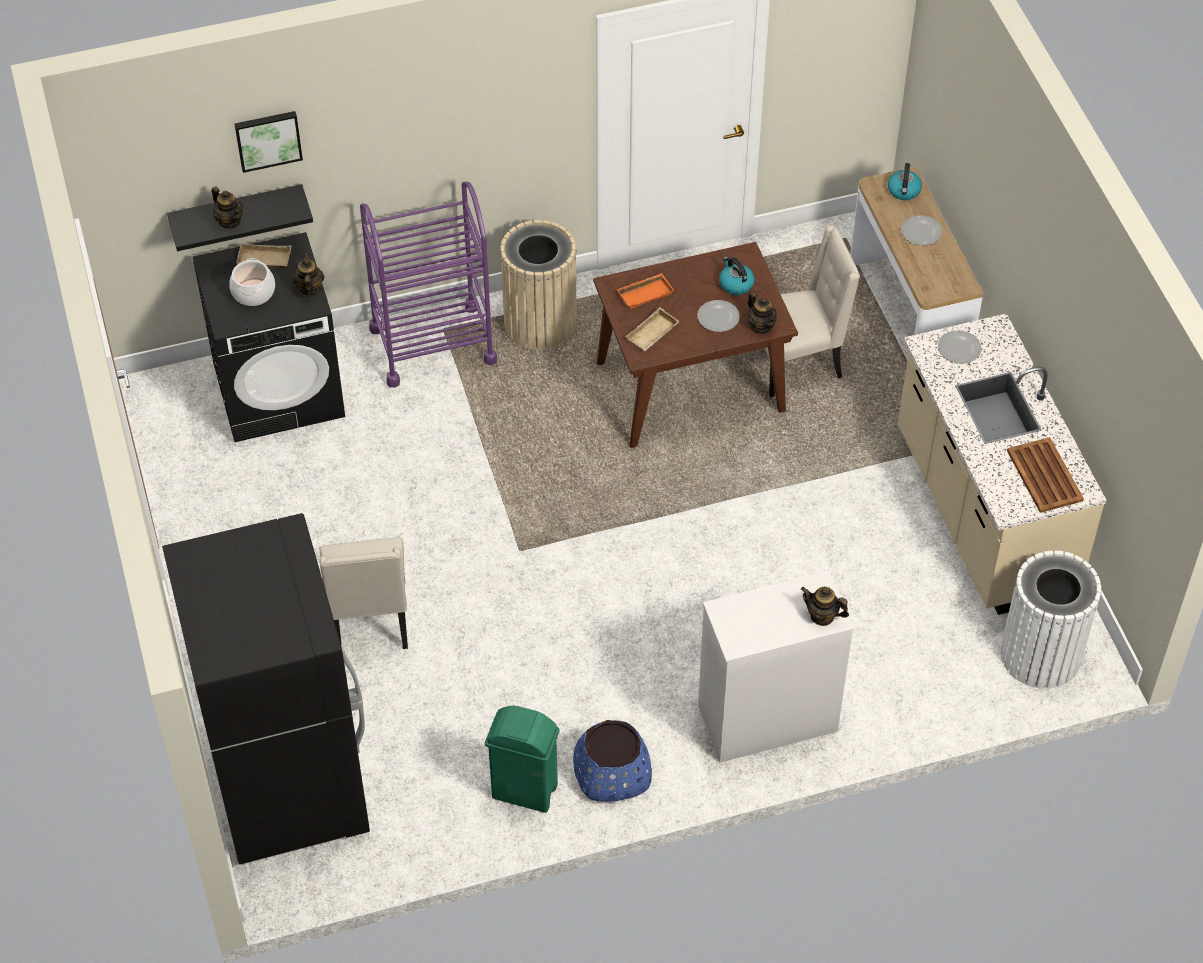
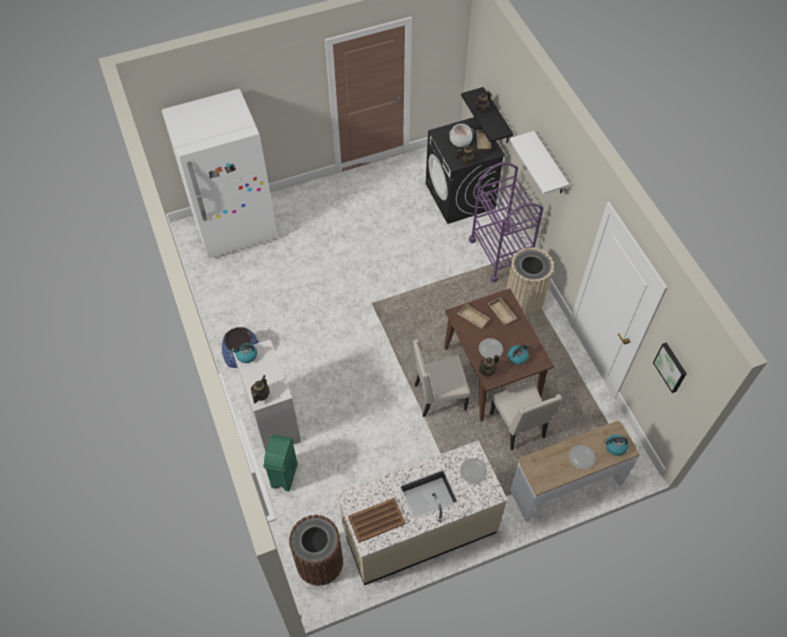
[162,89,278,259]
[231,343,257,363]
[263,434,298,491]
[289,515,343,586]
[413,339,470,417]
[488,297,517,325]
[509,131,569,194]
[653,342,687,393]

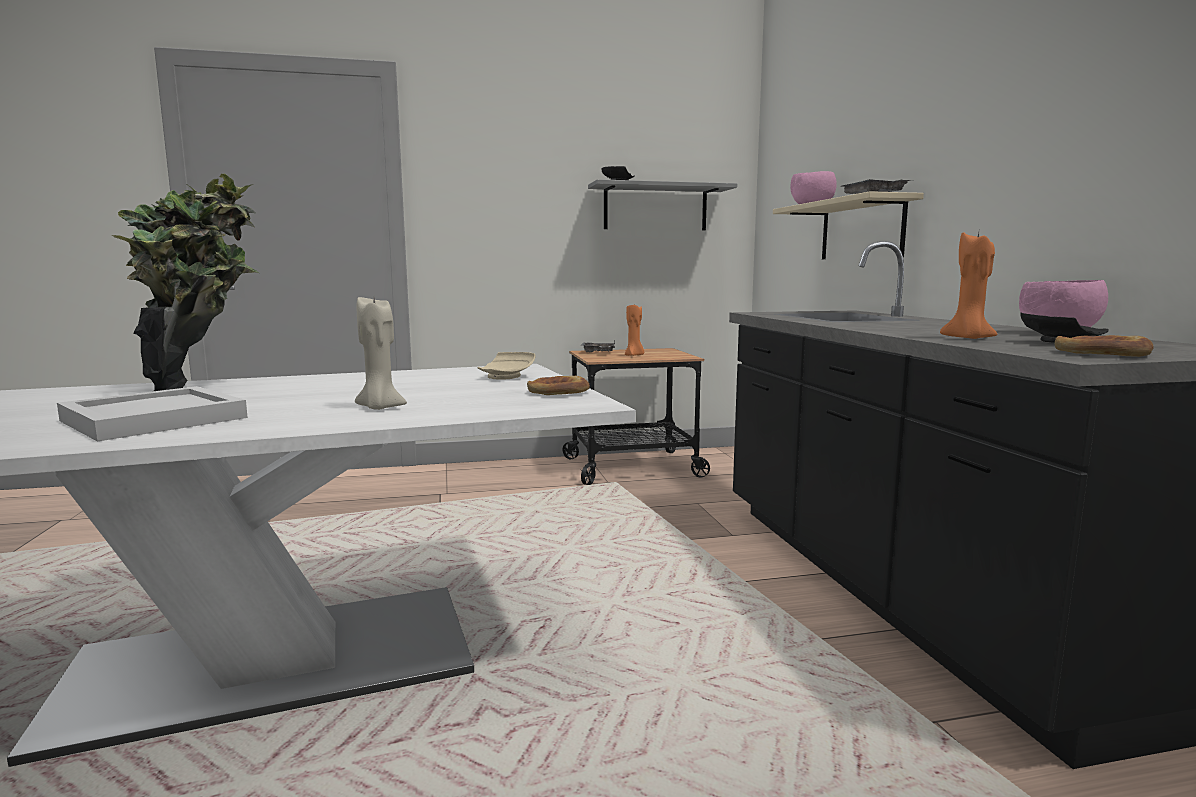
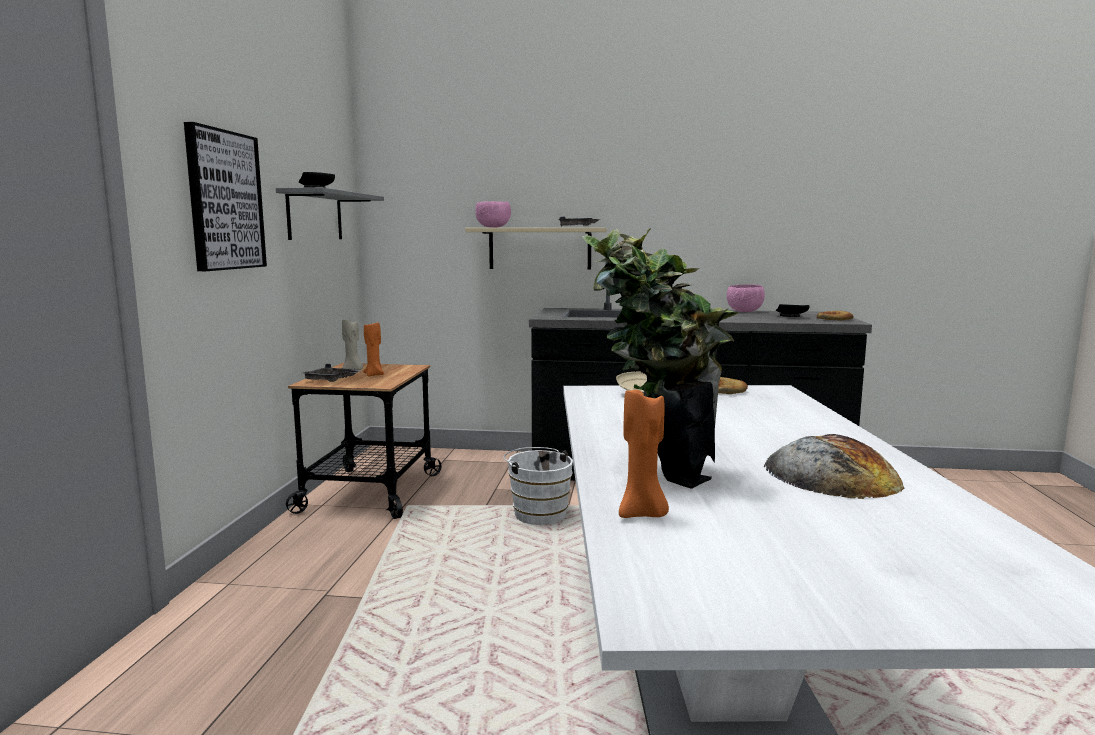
[184,122,267,271]
[342,320,363,370]
[503,447,573,525]
[619,389,669,518]
[764,434,905,499]

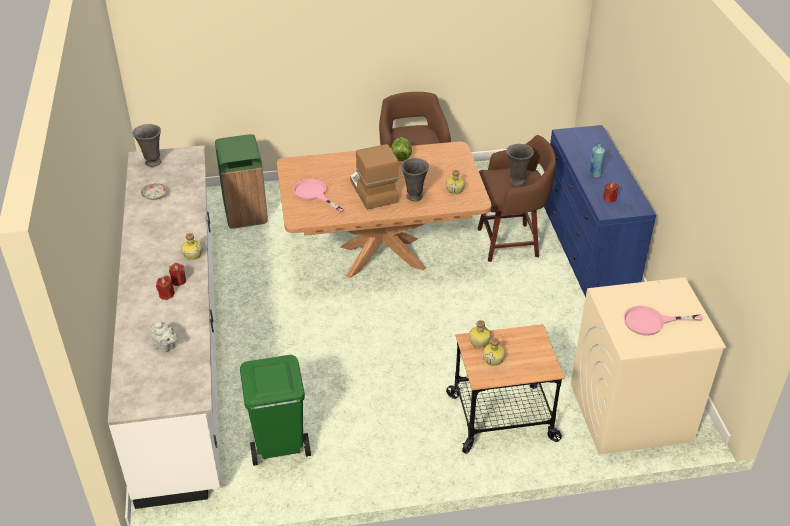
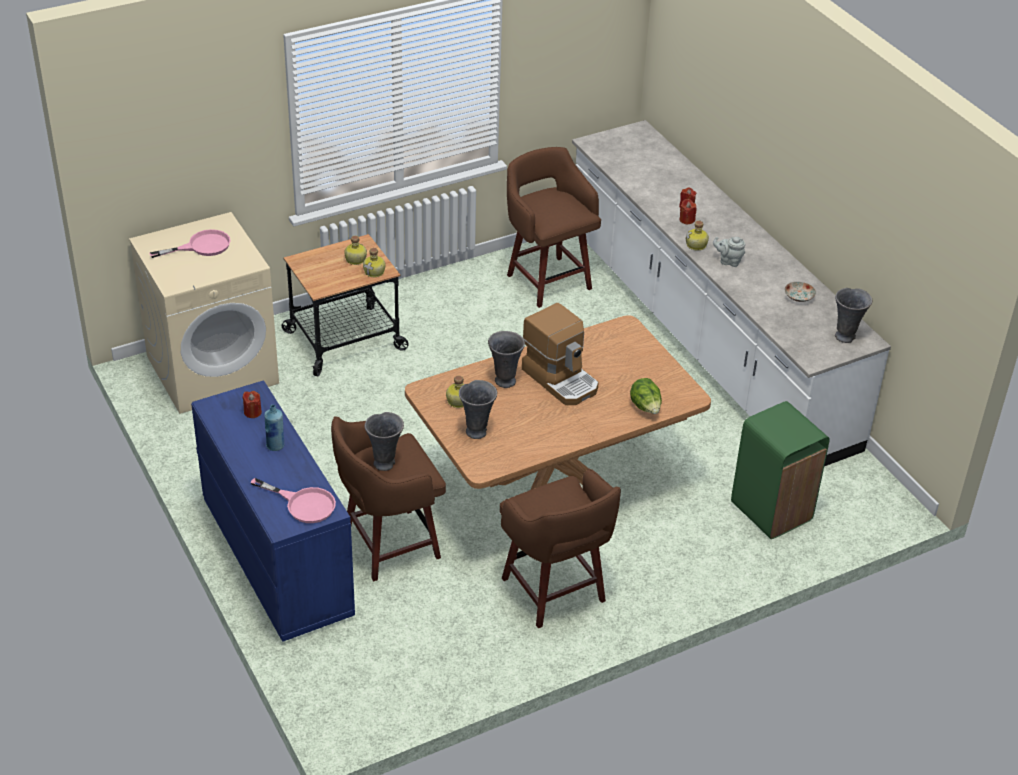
[250,478,336,523]
[459,380,497,439]
[507,147,601,308]
[630,378,662,414]
[713,237,745,267]

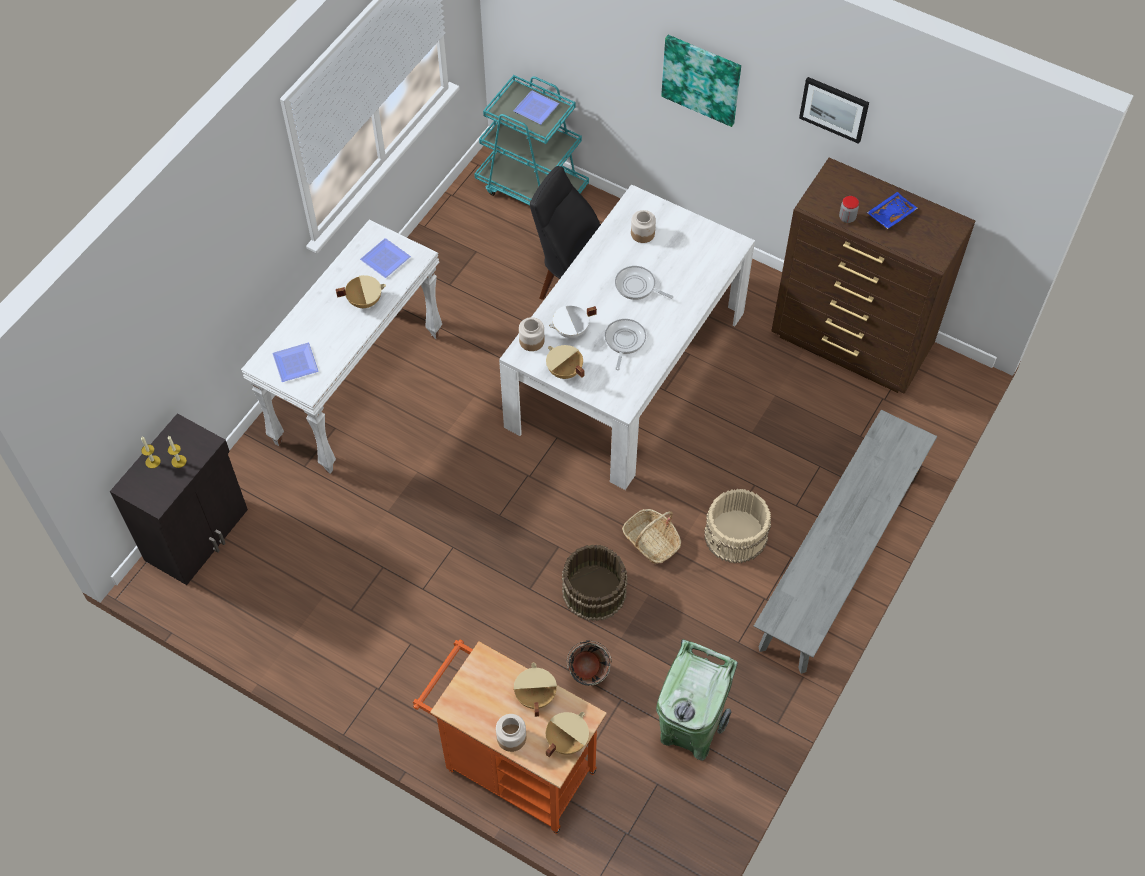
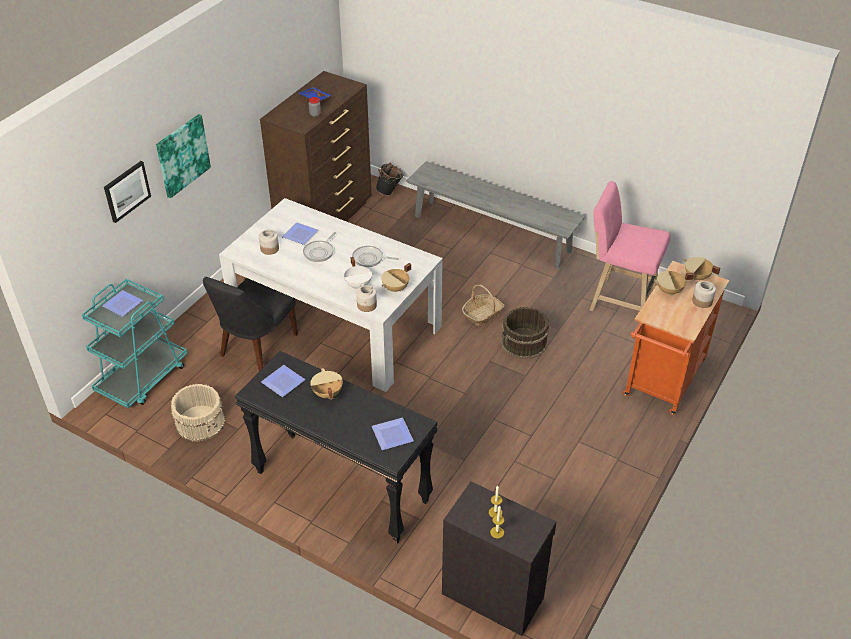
[104,161,151,223]
[171,384,225,442]
[235,351,438,544]
[282,222,318,245]
[376,163,404,195]
[590,181,670,311]

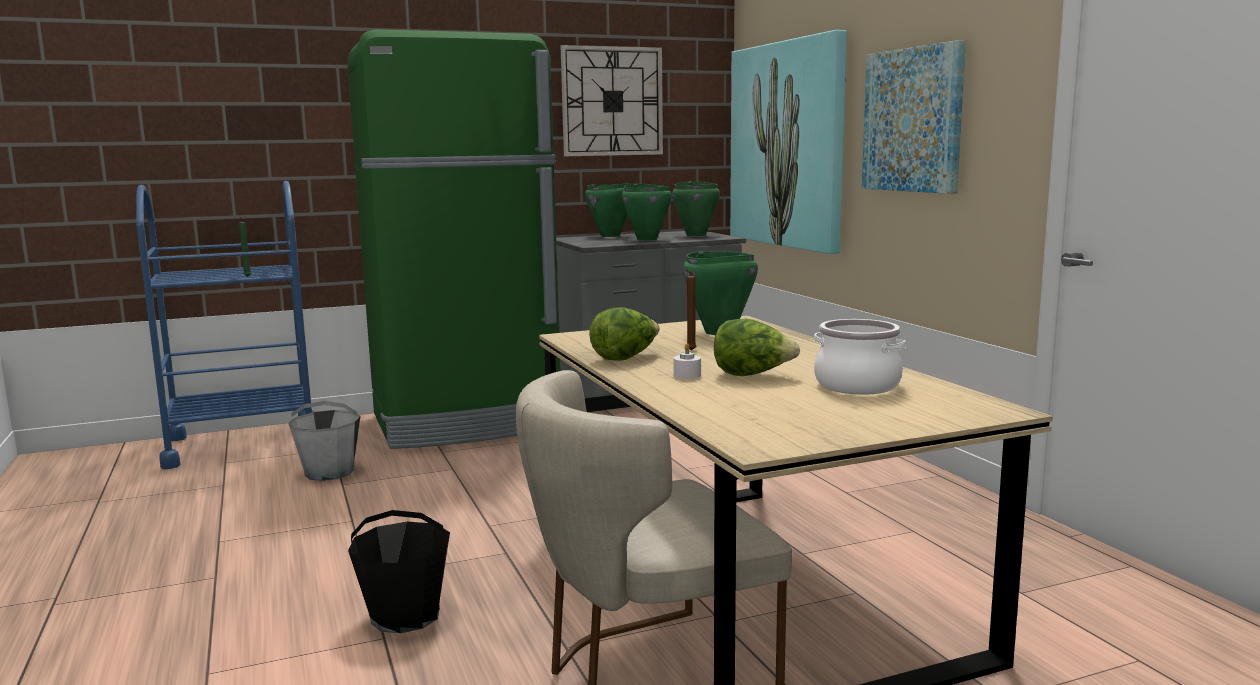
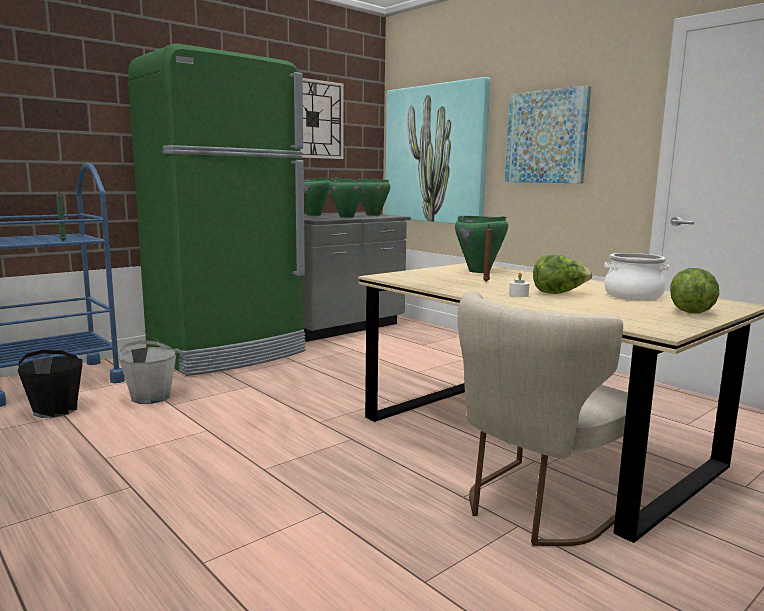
[18,350,83,418]
[670,268,719,314]

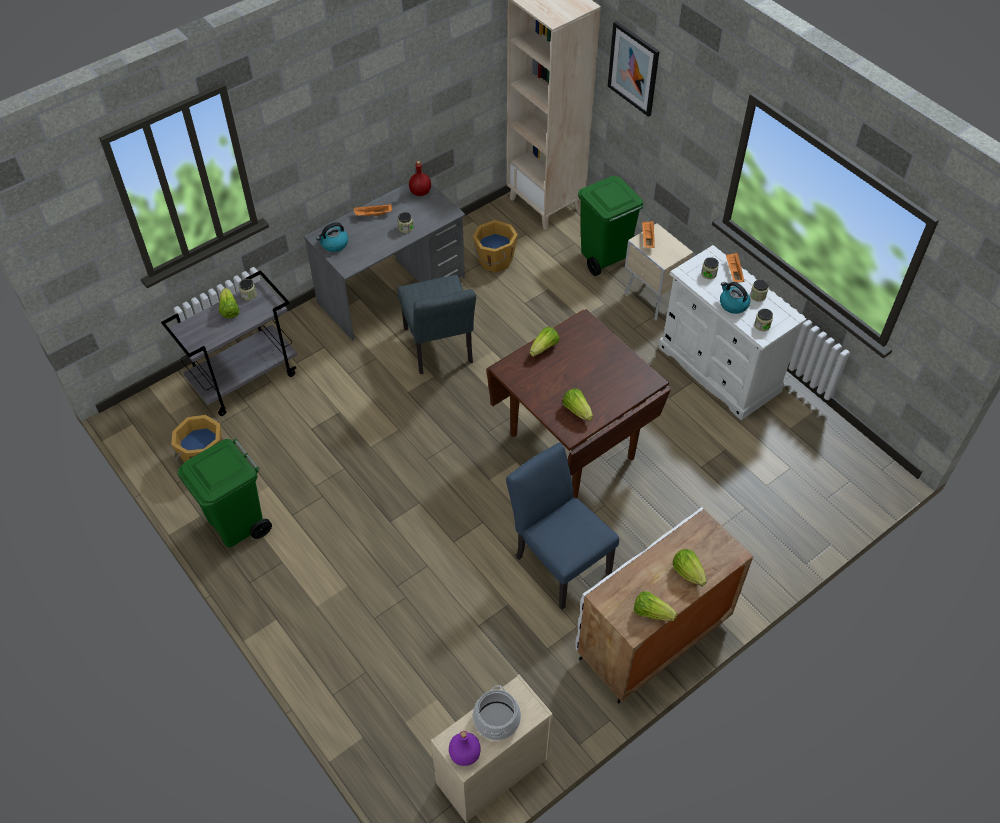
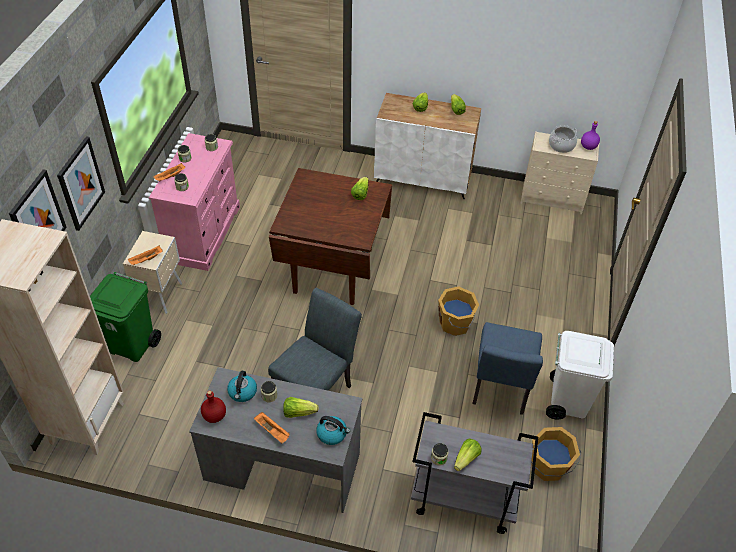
[57,136,105,231]
[149,133,240,271]
[227,371,257,402]
[283,397,319,418]
[438,286,479,336]
[472,322,543,415]
[546,331,614,419]

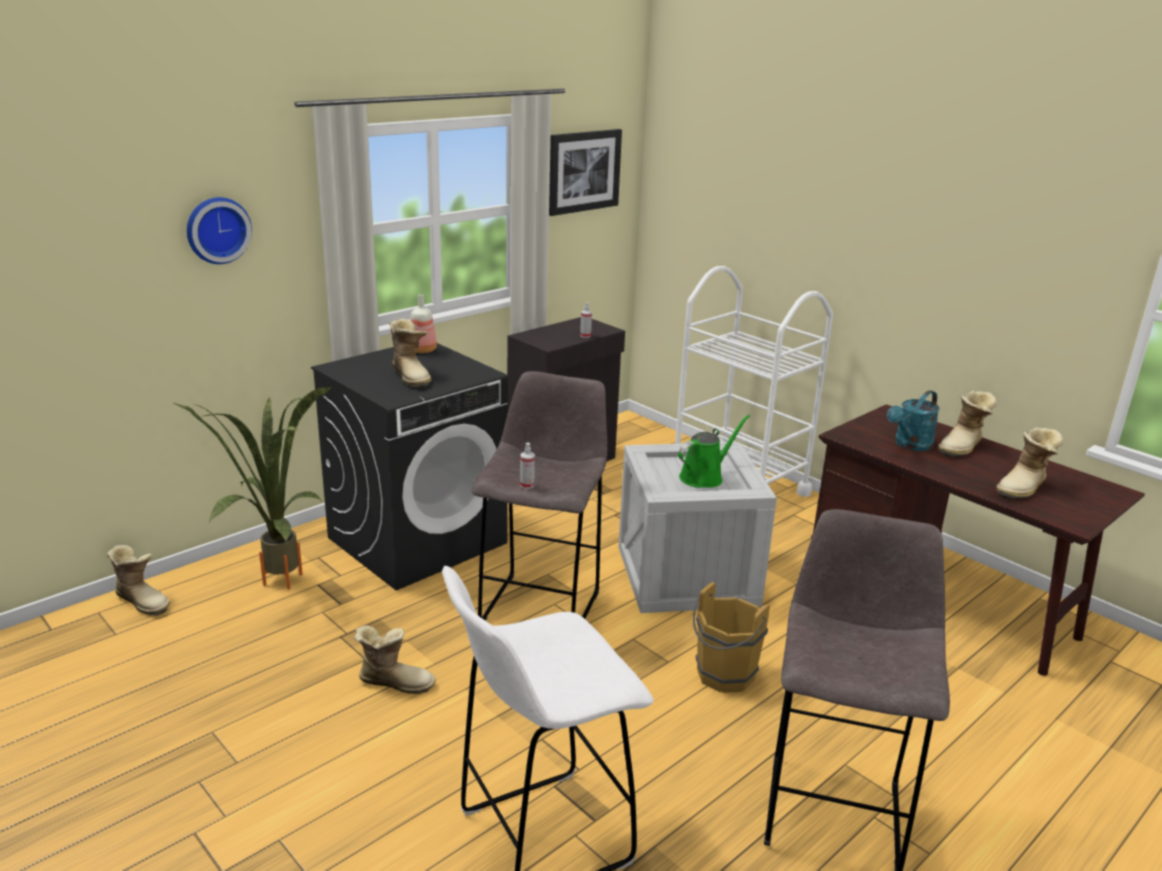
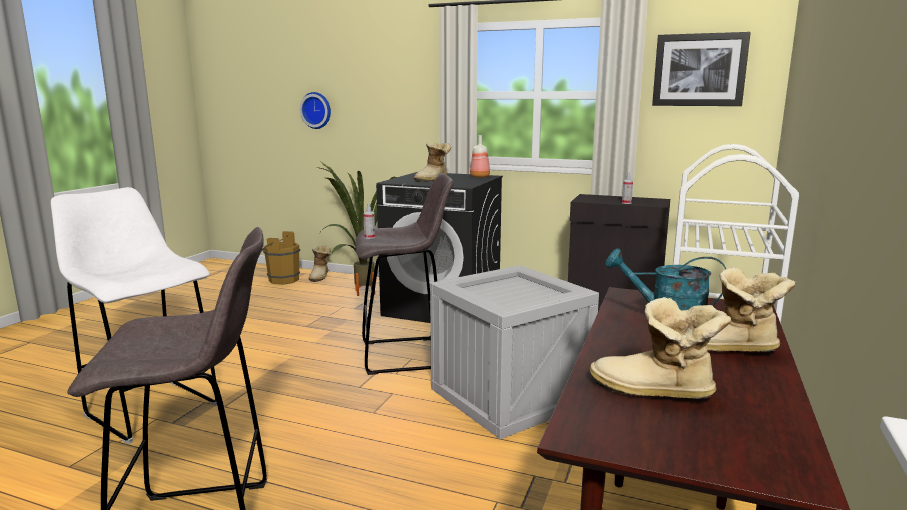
[262,231,300,285]
[300,92,331,129]
[354,626,436,694] (first image)
[678,415,750,488] (first image)

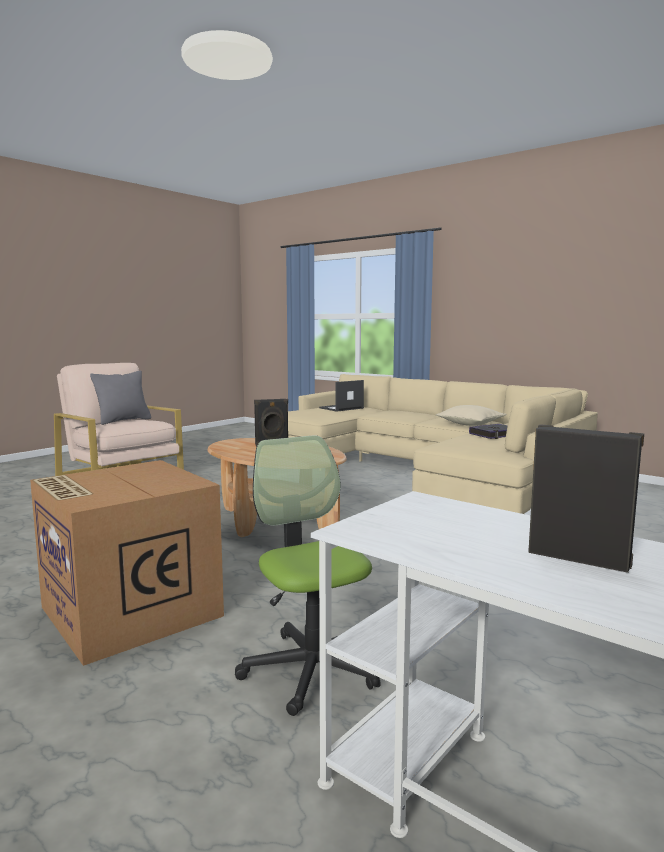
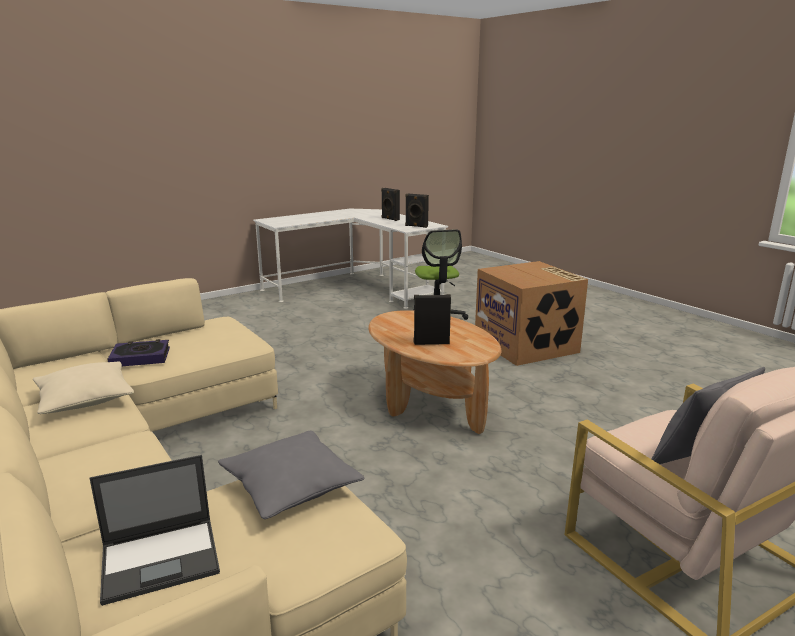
[218,431,364,519]
[405,194,429,228]

